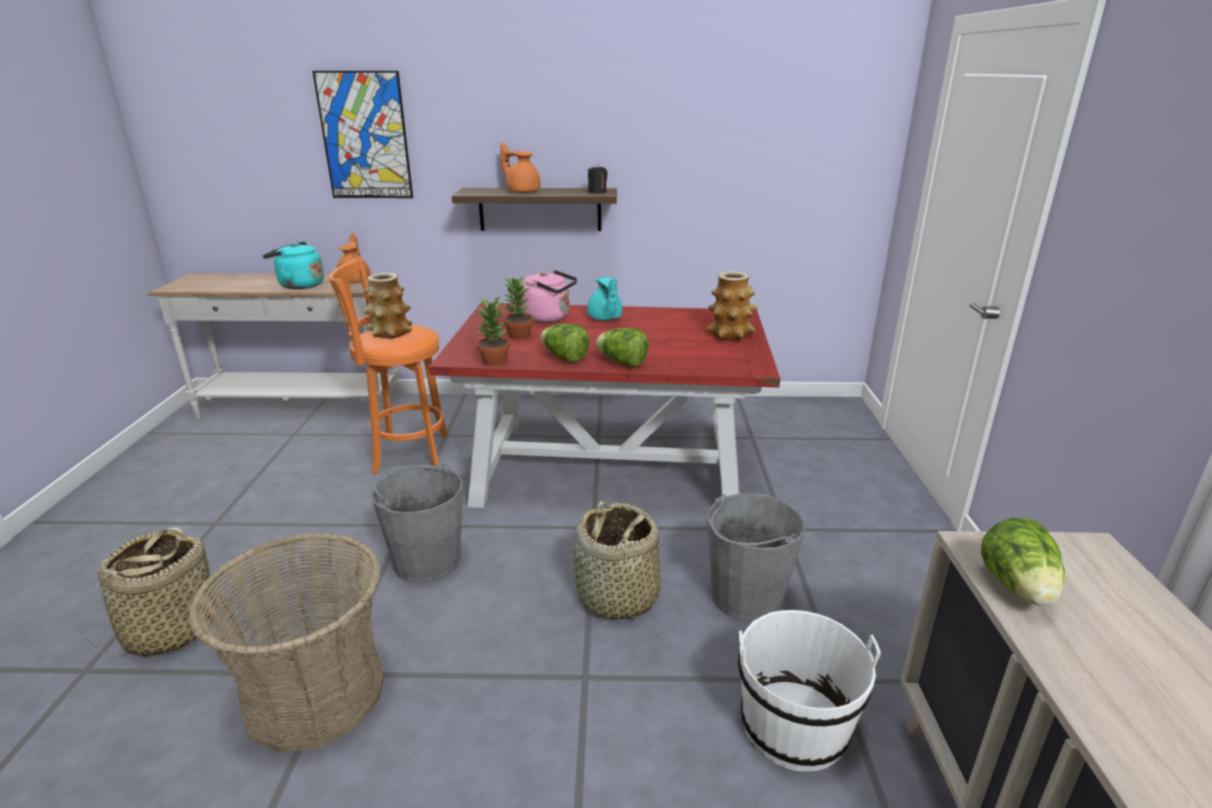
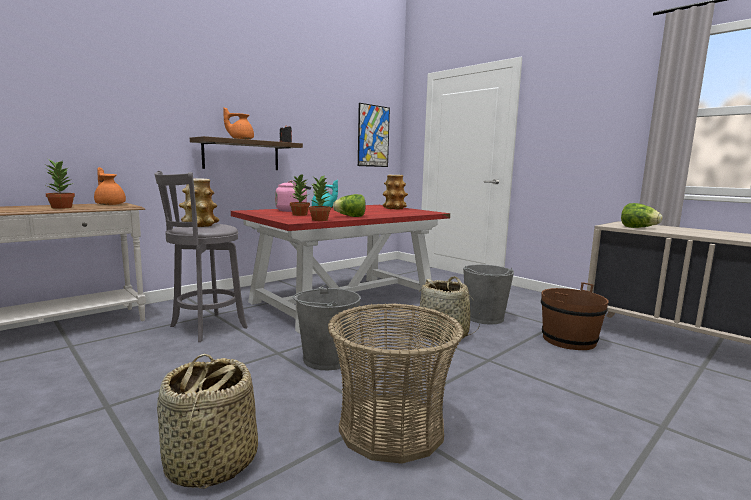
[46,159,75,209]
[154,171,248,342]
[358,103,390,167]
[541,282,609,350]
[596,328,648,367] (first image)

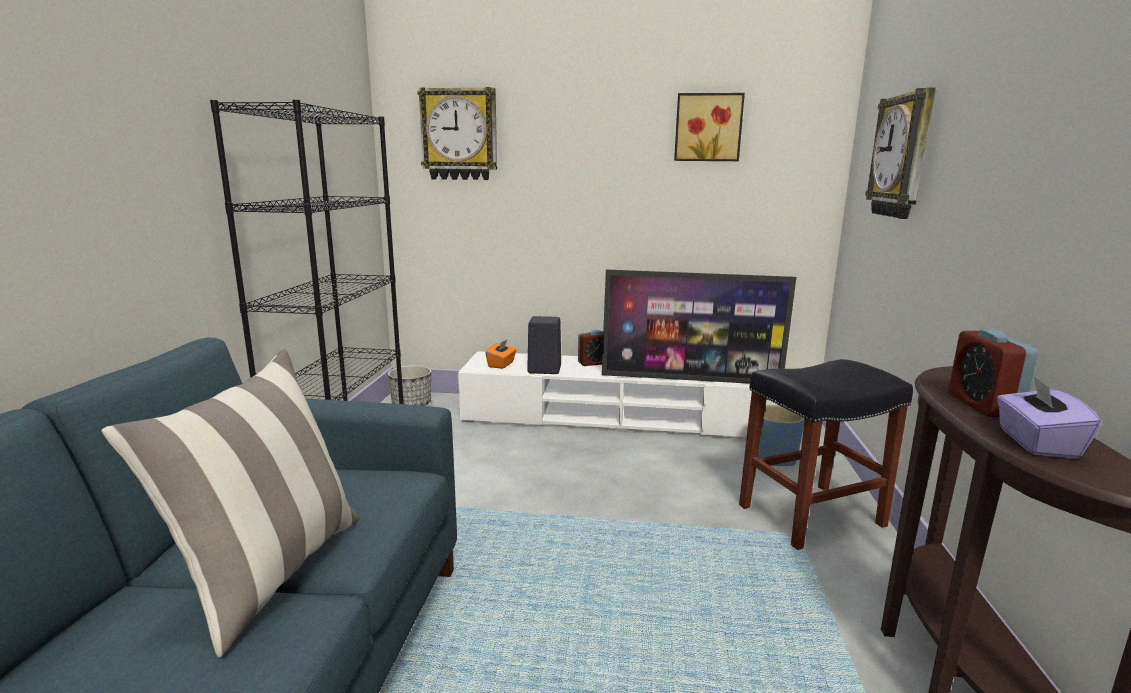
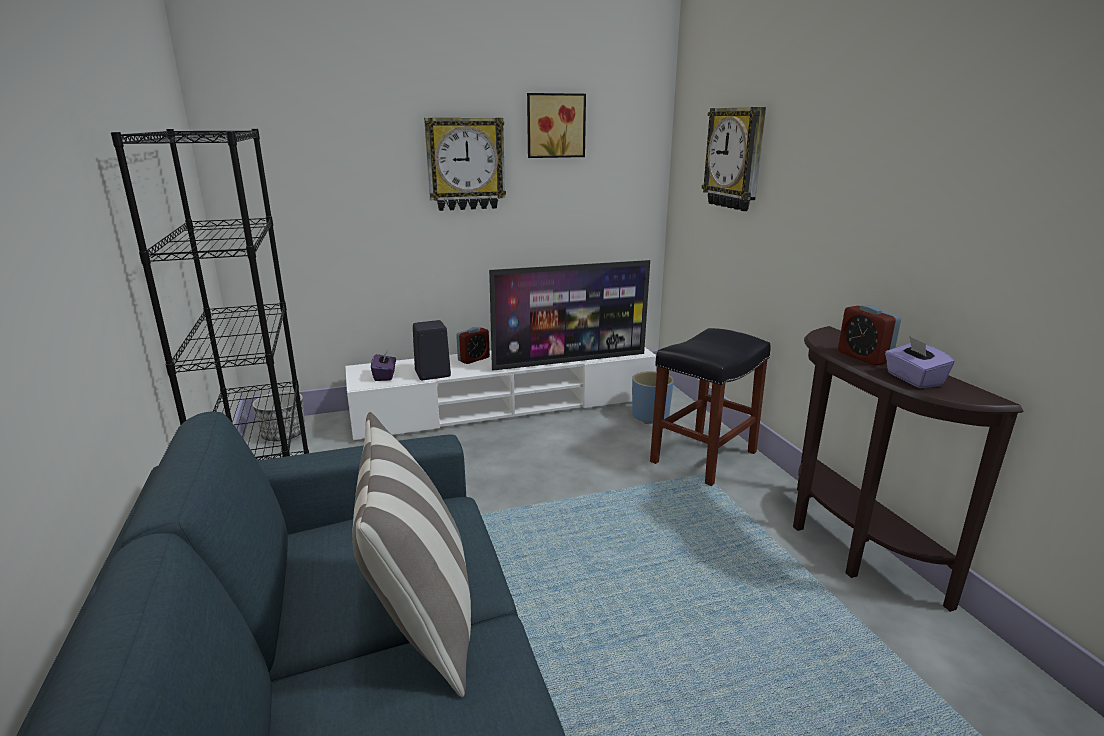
[371,351,396,381]
[424,118,506,211]

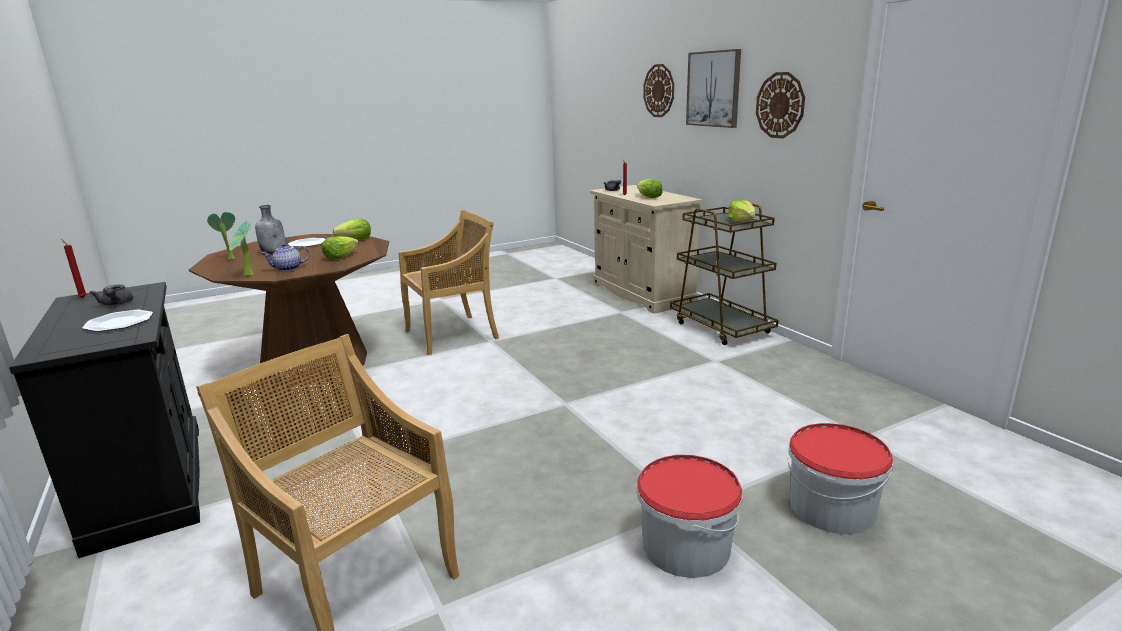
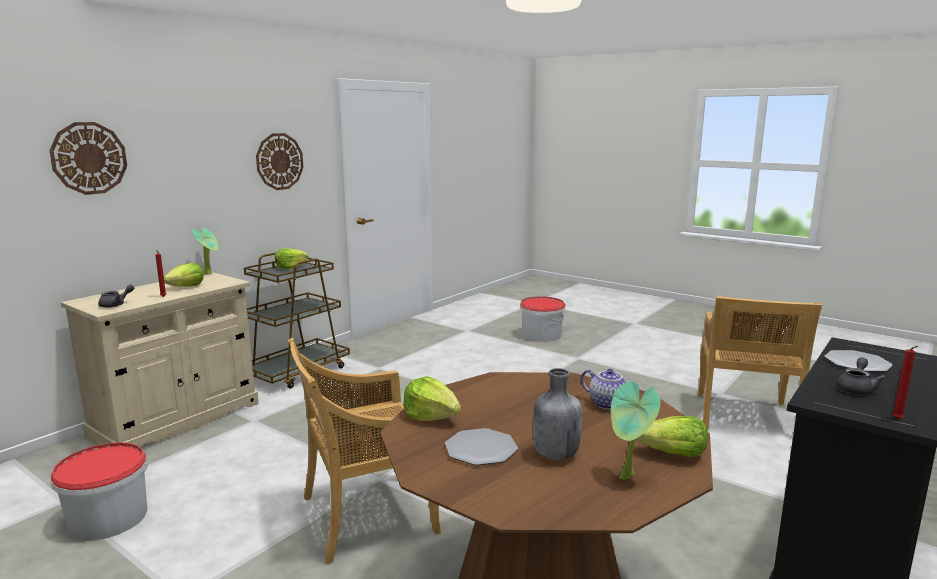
[51,442,148,541]
[192,228,218,275]
[288,338,441,564]
[636,416,708,457]
[686,49,741,128] (first image)

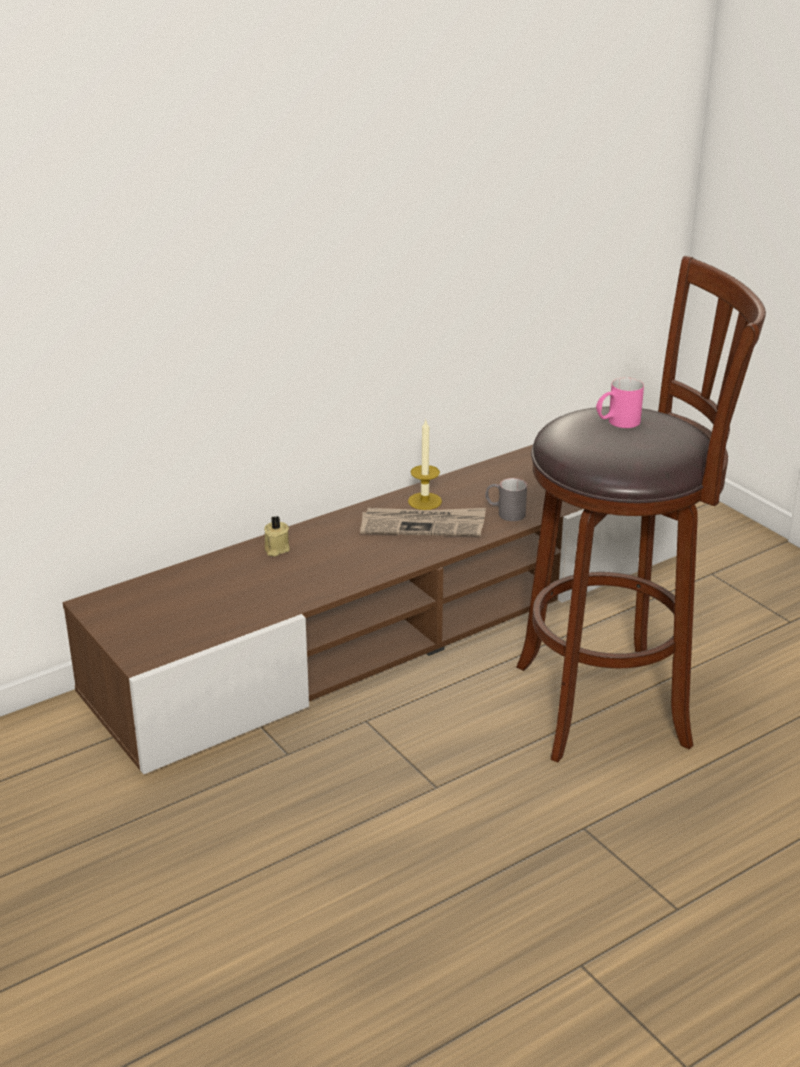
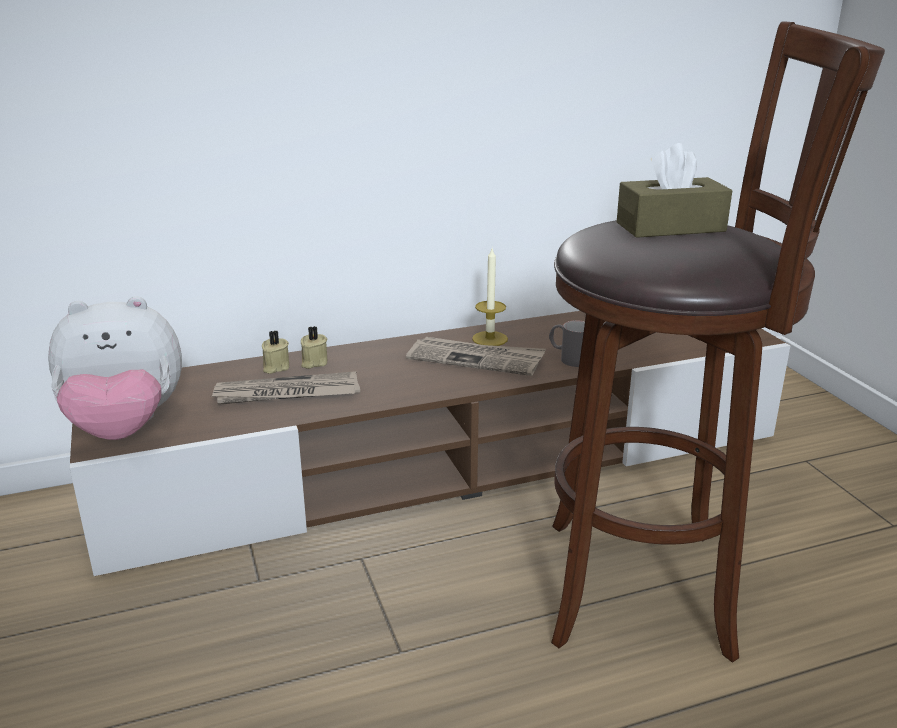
[48,296,182,440]
[211,371,360,405]
[262,331,289,374]
[617,143,732,238]

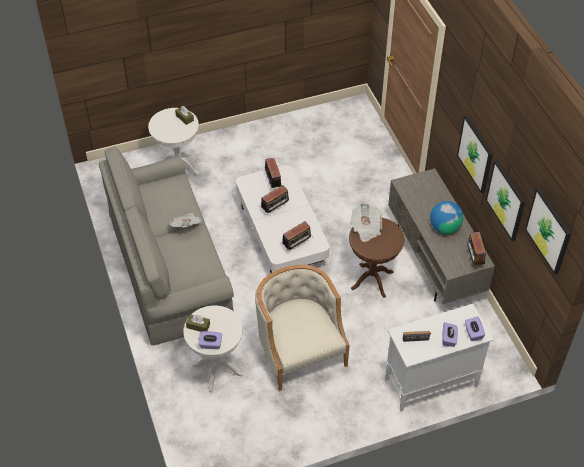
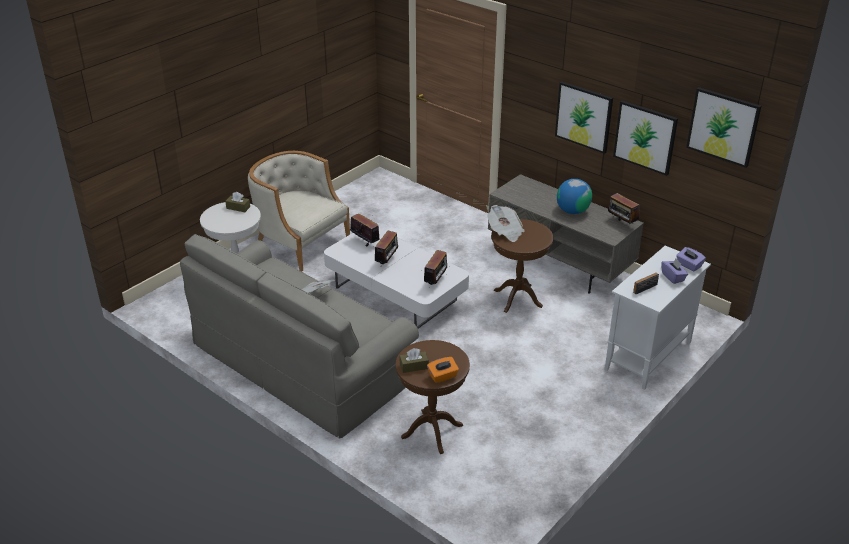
[248,151,350,272]
[396,340,470,454]
[427,357,459,383]

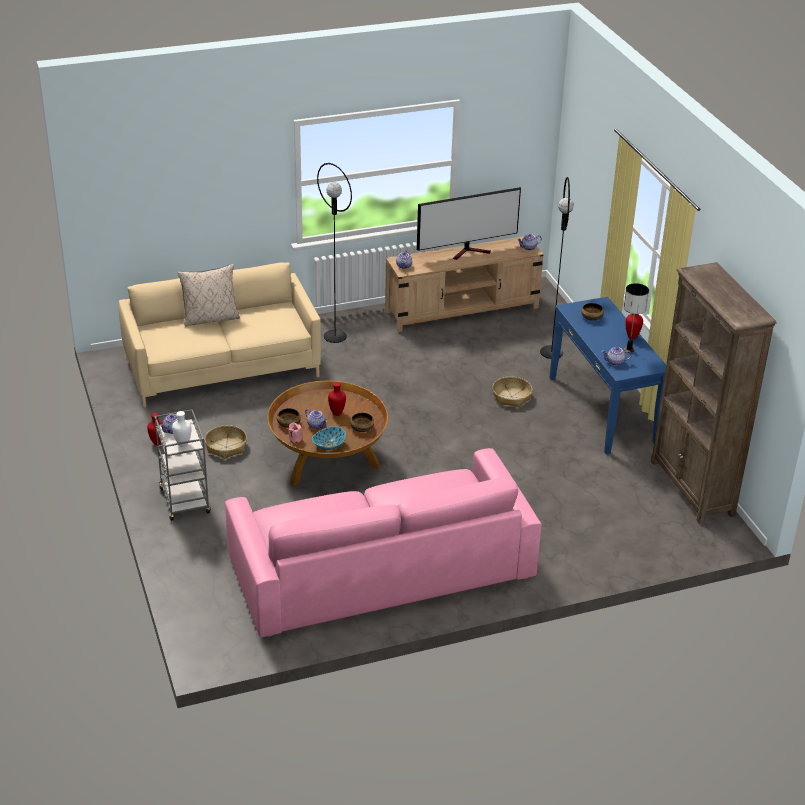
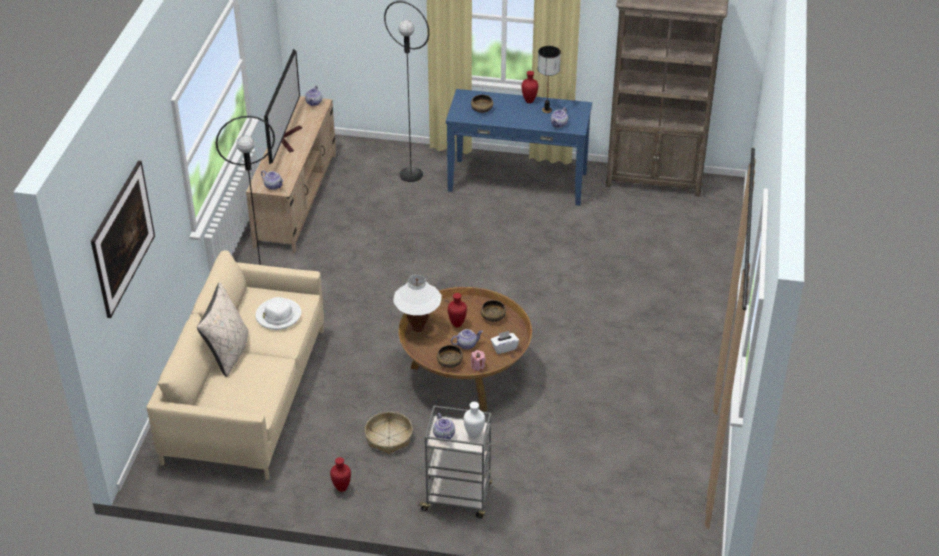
[91,161,155,318]
[255,297,301,330]
[393,275,442,332]
[491,331,519,354]
[225,448,541,638] (first image)
[492,377,532,407] (first image)

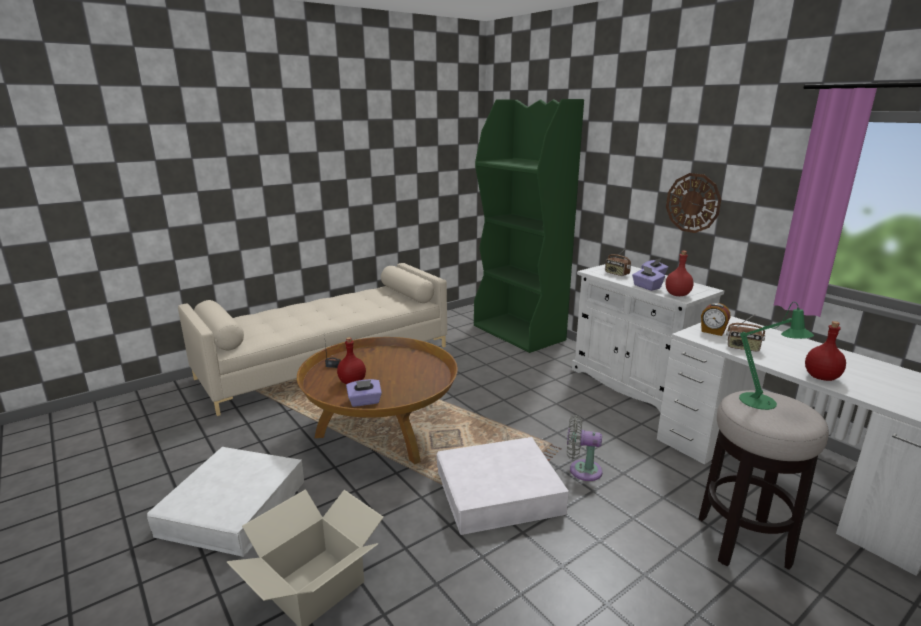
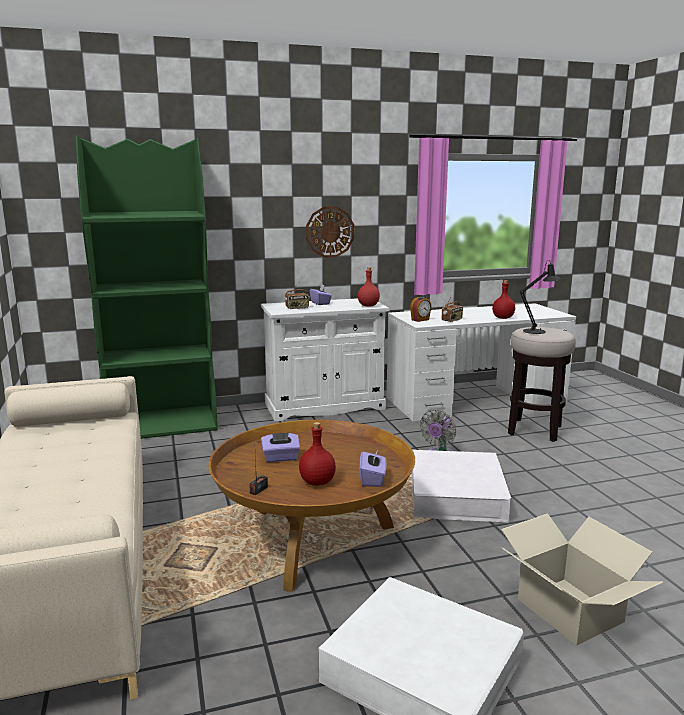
[261,433,300,462]
[520,260,561,334]

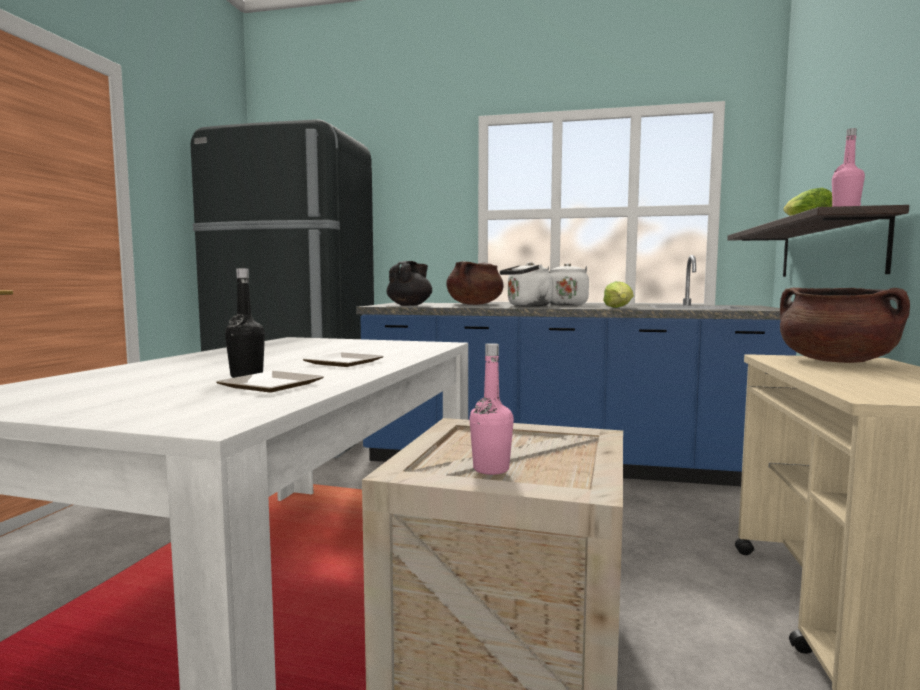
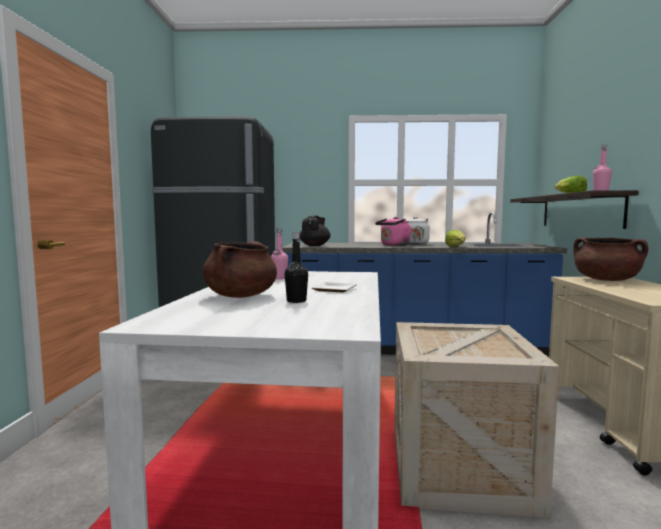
[203,241,277,298]
[271,228,288,279]
[375,217,412,246]
[216,371,324,393] (first image)

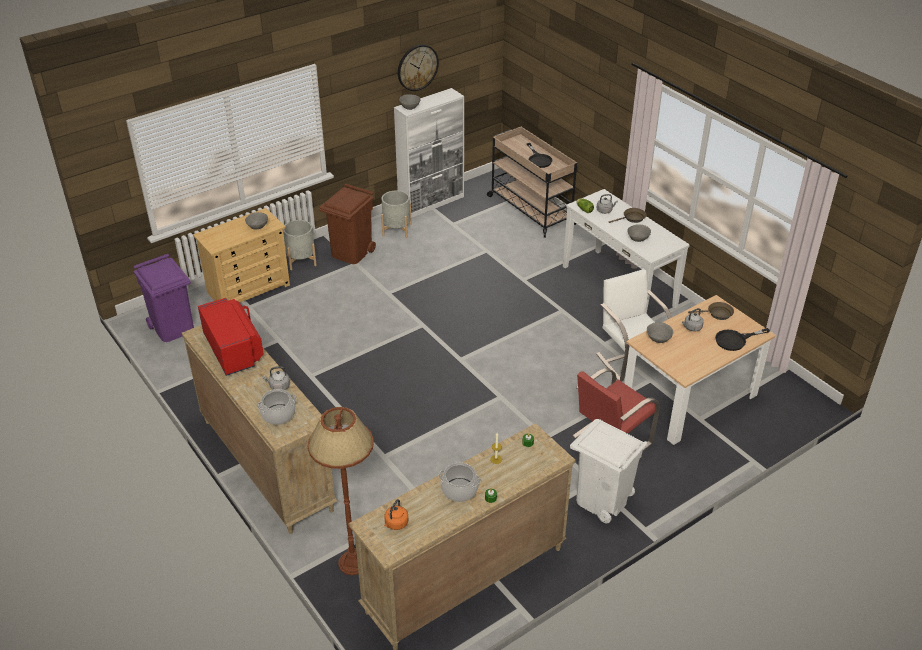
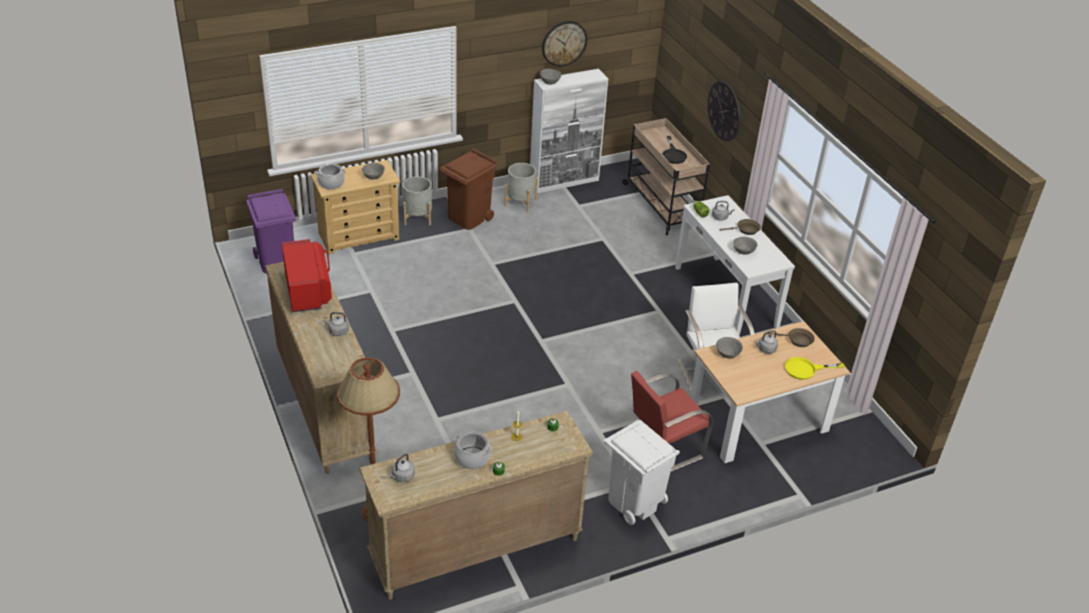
[315,163,346,189]
[388,454,415,482]
[707,81,740,141]
[785,357,845,380]

